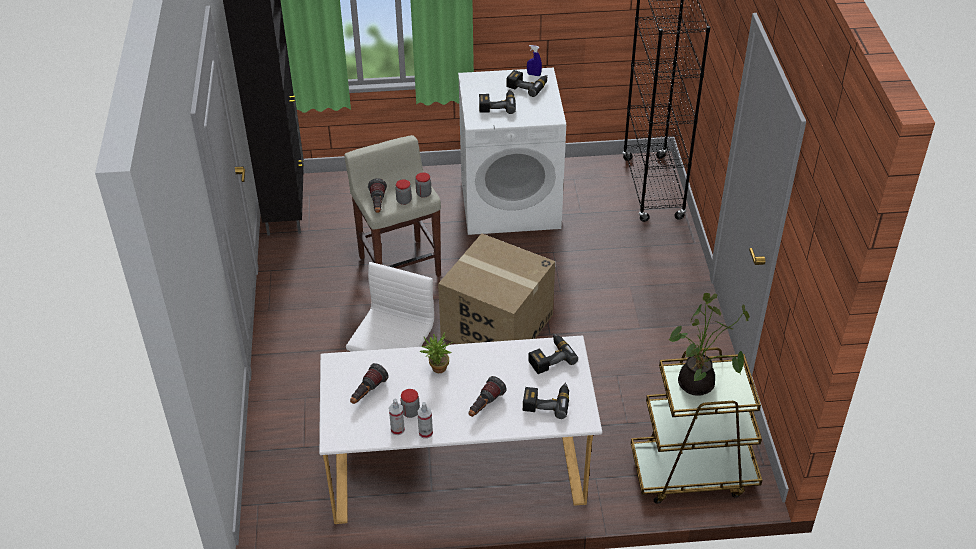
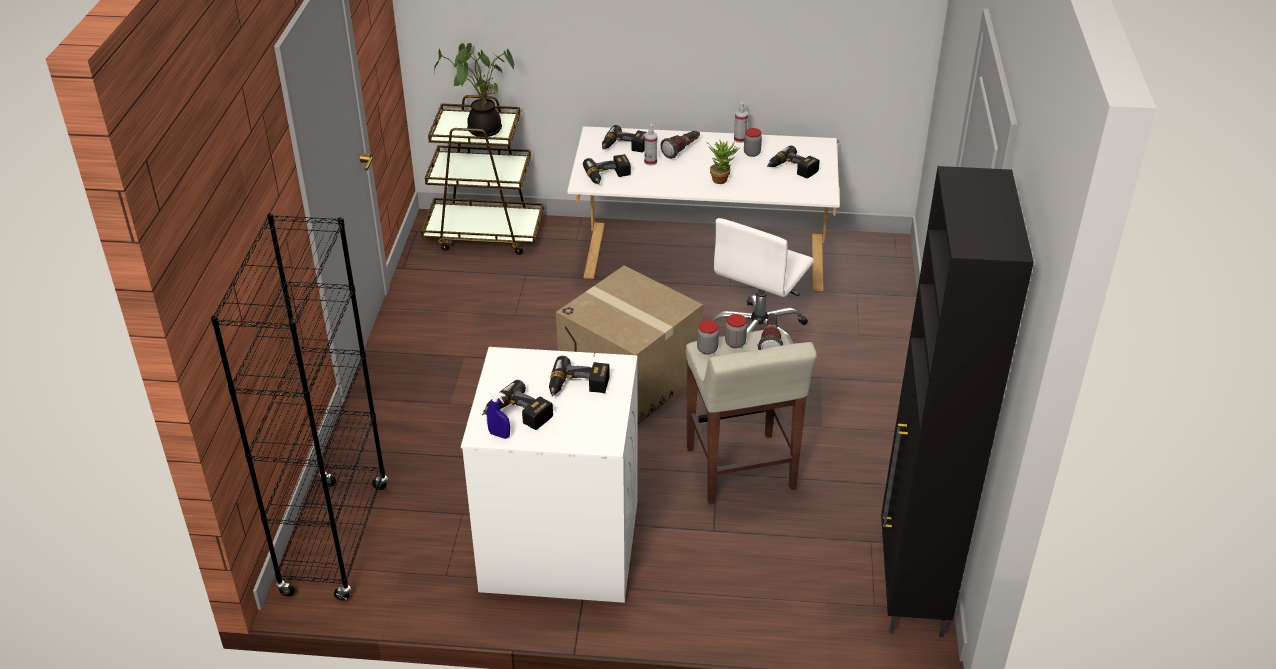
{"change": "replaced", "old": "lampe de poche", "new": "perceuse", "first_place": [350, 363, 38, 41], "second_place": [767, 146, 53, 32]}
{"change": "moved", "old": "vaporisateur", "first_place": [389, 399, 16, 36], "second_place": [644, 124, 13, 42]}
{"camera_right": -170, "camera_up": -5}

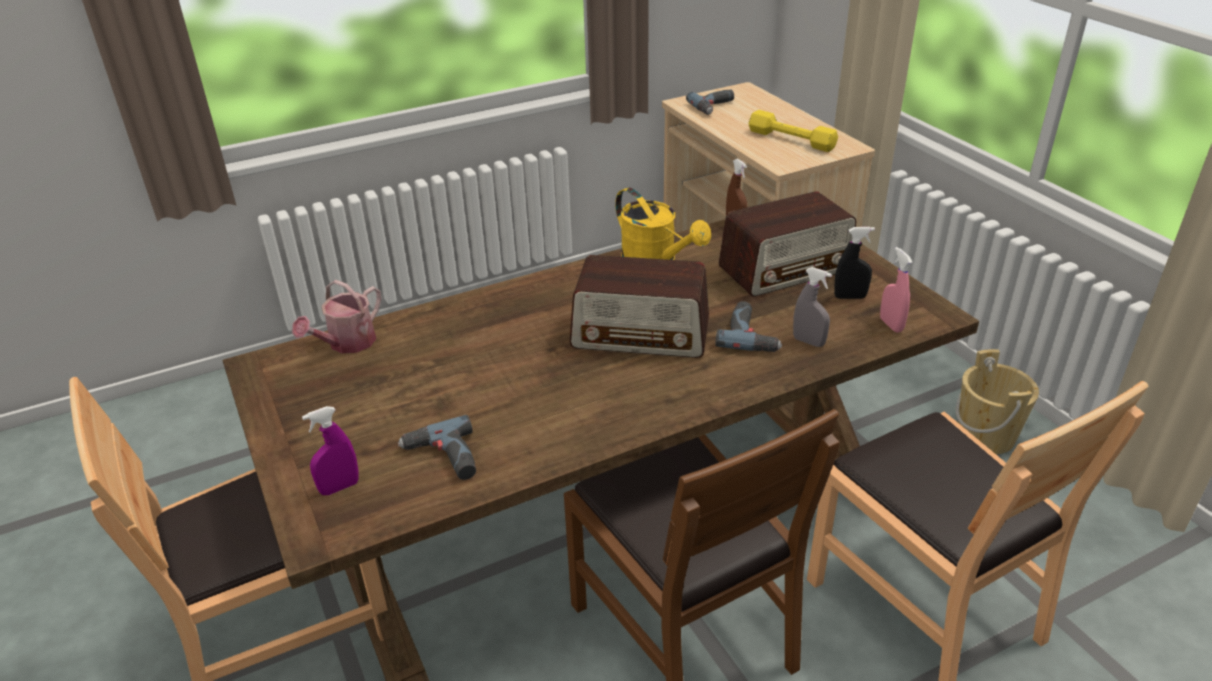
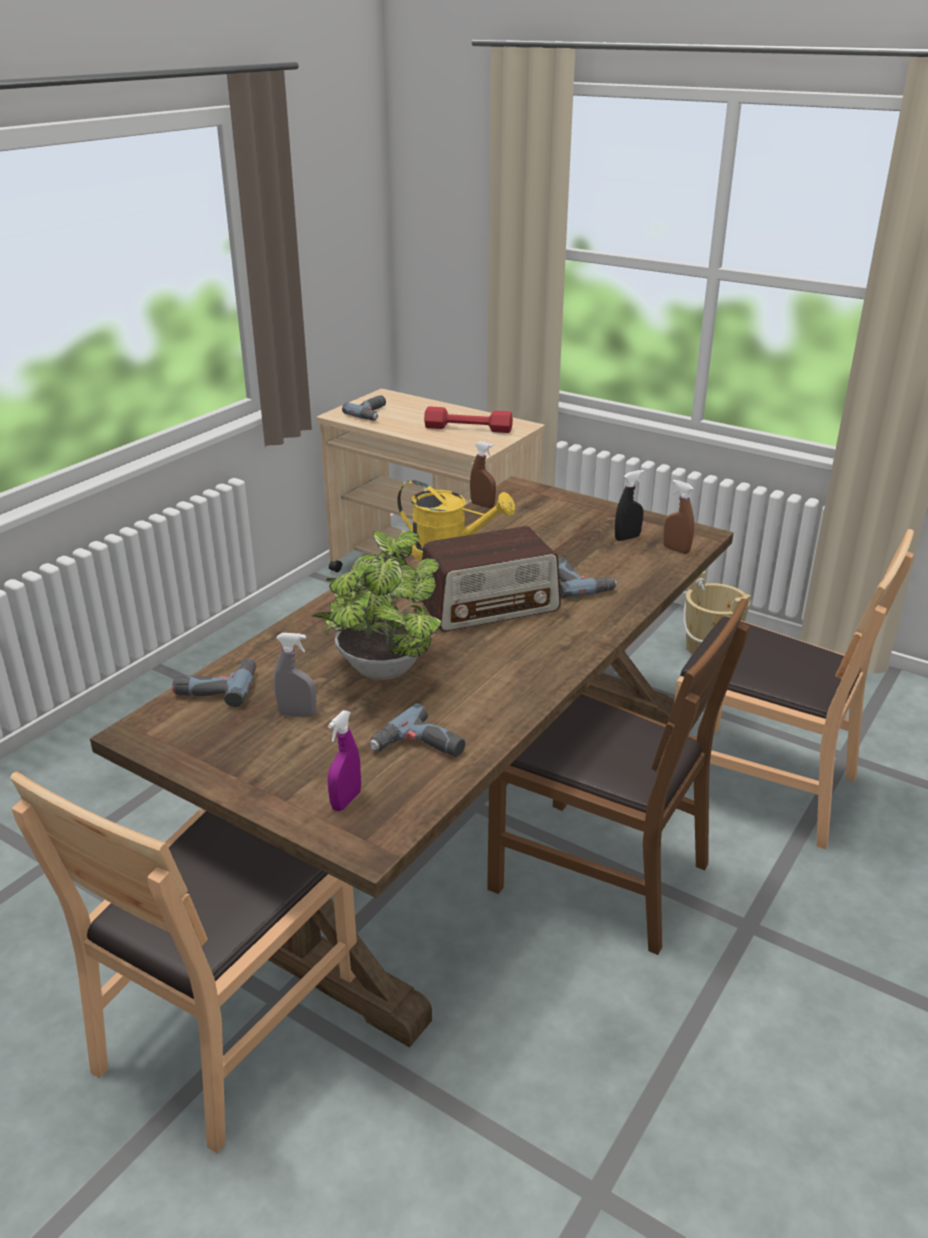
{"change": "replaced", "old": "arrosoir", "new": "perceuse", "first_place": [292, 280, 89, 73], "second_place": [172, 658, 84, 49]}
{"change": "removed", "old": "radio", "first_place": [719, 191, 137, 106]}
{"change": "recoloured", "old": "haltère/jaune", "new": "haltère/rouge", "first_place": [748, 110, 90, 42], "second_place": [424, 406, 89, 27]}
{"change": "moved", "old": "vaporisateur/gris", "first_place": [793, 267, 39, 80], "second_place": [274, 633, 43, 84]}
{"change": "recoloured", "old": "vaporisateur/rose", "new": "vaporisateur/marron", "first_place": [880, 247, 33, 86], "second_place": [664, 480, 30, 74]}
{"change": "added", "new": "plante en pot", "second_place": [312, 531, 129, 149]}
{"camera_right": -30, "camera_up": -5}

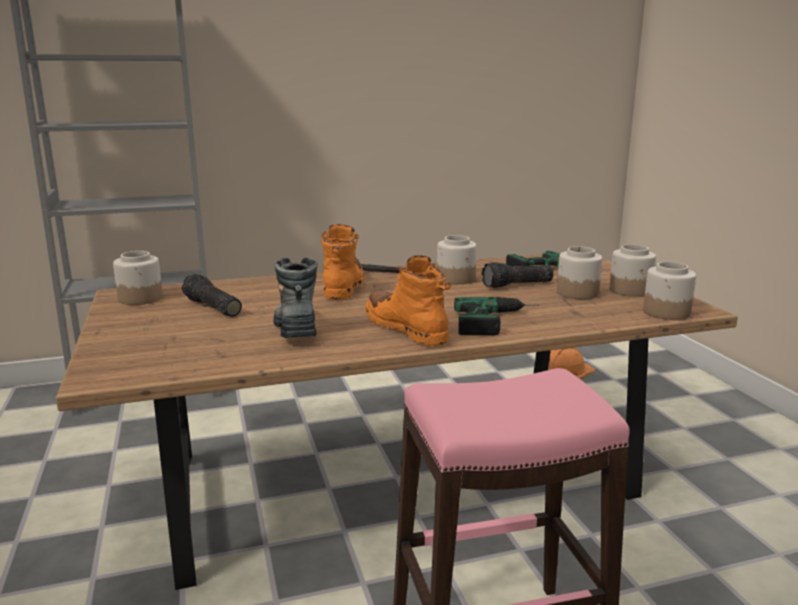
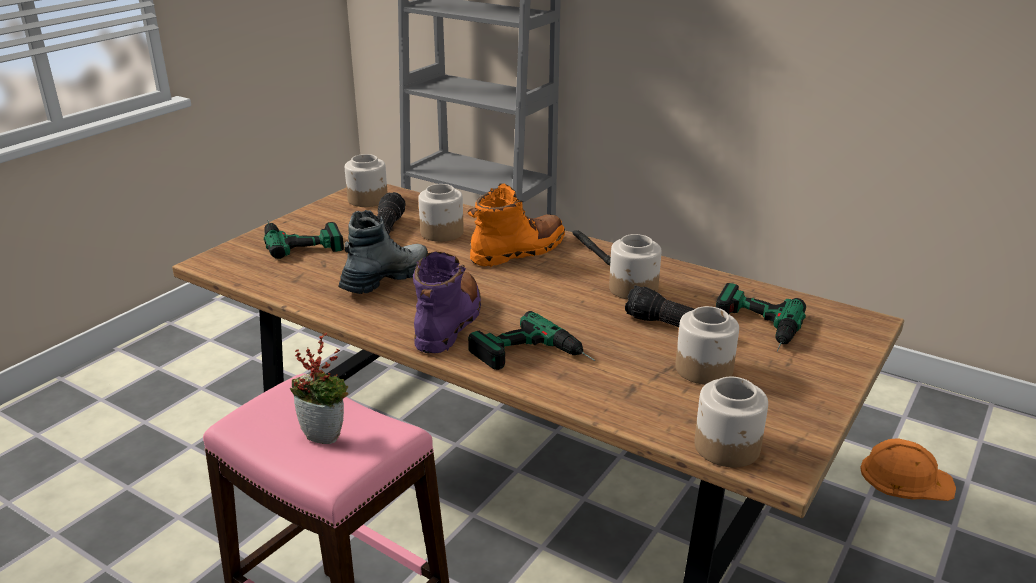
{"change": "recoloured", "old": "botte/orange", "new": "botte/violet", "first_place": [366, 255, 86, 91], "second_place": [413, 252, 68, 101]}
{"change": "moved", "old": "bocal", "first_place": [609, 244, 47, 53], "second_place": [418, 184, 46, 58]}
{"change": "added", "new": "perceuse", "second_place": [264, 220, 80, 39]}
{"change": "added", "new": "plante en pot", "second_place": [290, 332, 58, 112]}
{"camera_right": 50, "camera_up": 10}

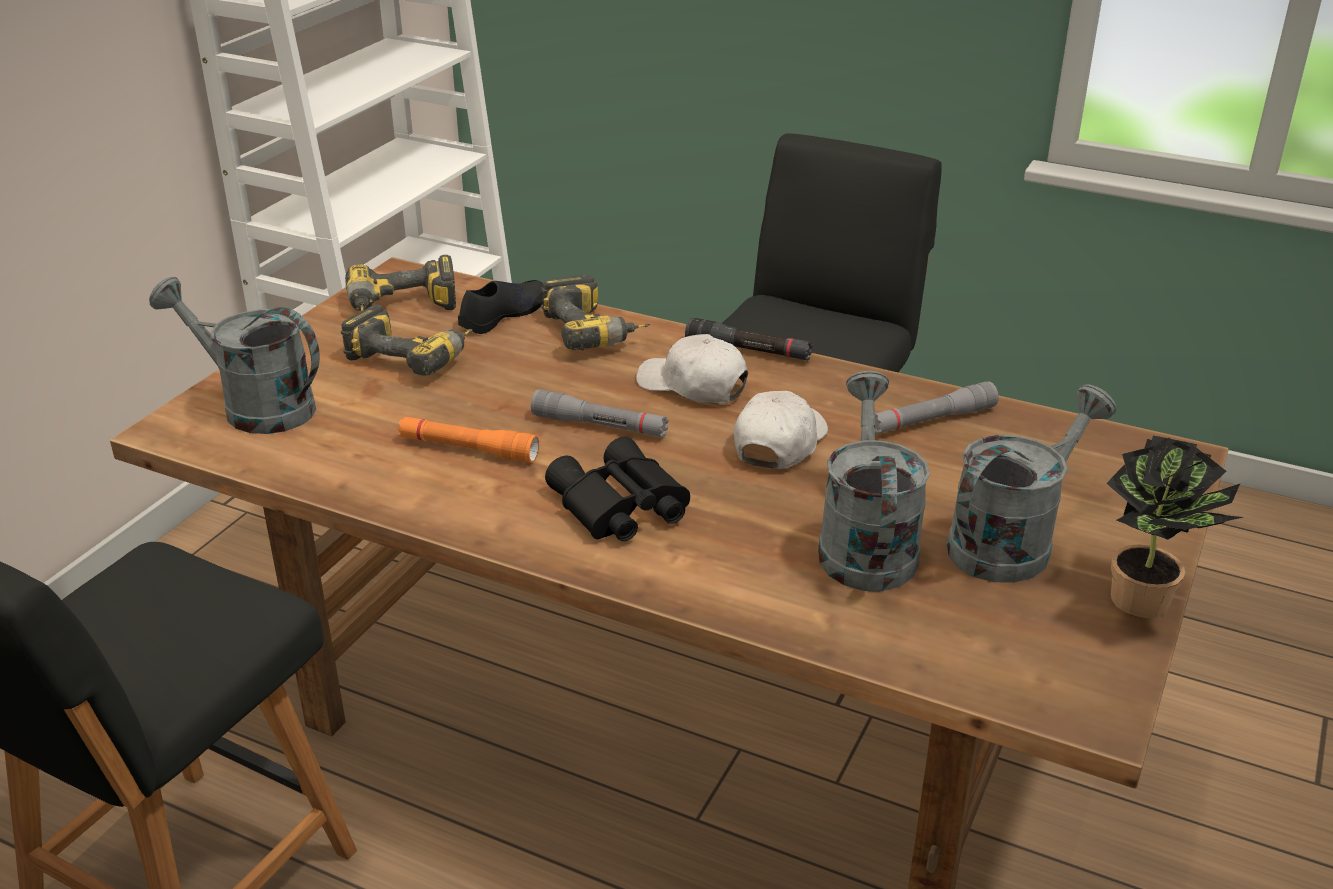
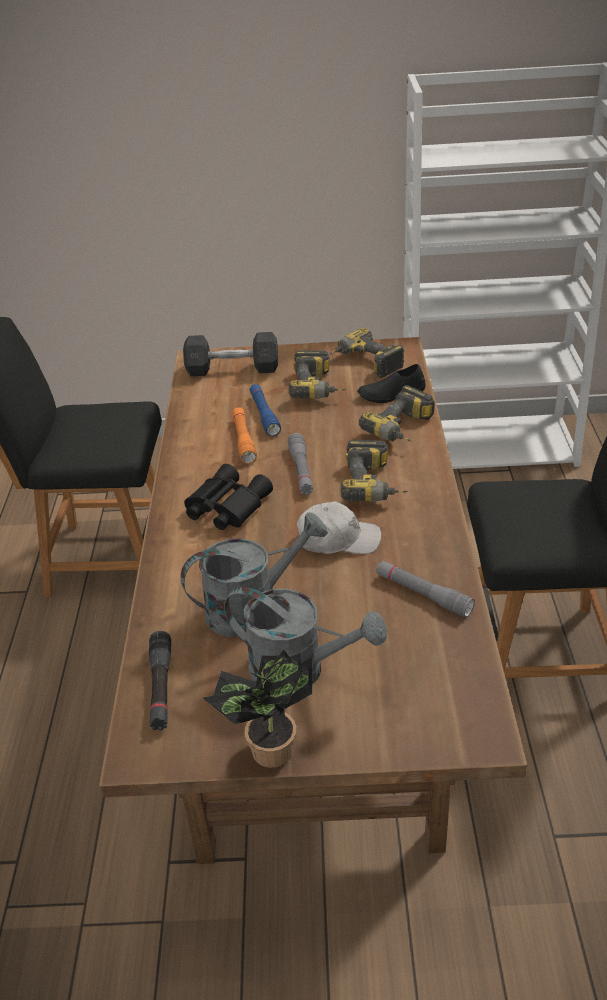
{"change": "replaced", "old": "arrosoir/gris", "new": "haltère/gris", "first_place": [149, 277, 171, 157], "second_place": [183, 332, 95, 44]}
{"change": "turned", "old": "chaussure/noir", "first_place": [458, 280, 85, 54], "second_place": [357, 364, 68, 39], "degrees": 150}
{"change": "replaced", "old": "casquette/blanc", "new": "perceuse", "first_place": [636, 334, 112, 70], "second_place": [341, 440, 67, 62]}
{"change": "moved", "old": "lampe de poche/noir", "first_place": [685, 318, 128, 42], "second_place": [149, 631, 22, 100]}
{"change": "added", "new": "lampe de poche/bleu", "second_place": [250, 384, 31, 52]}
{"camera_right": 65, "camera_up": 5}

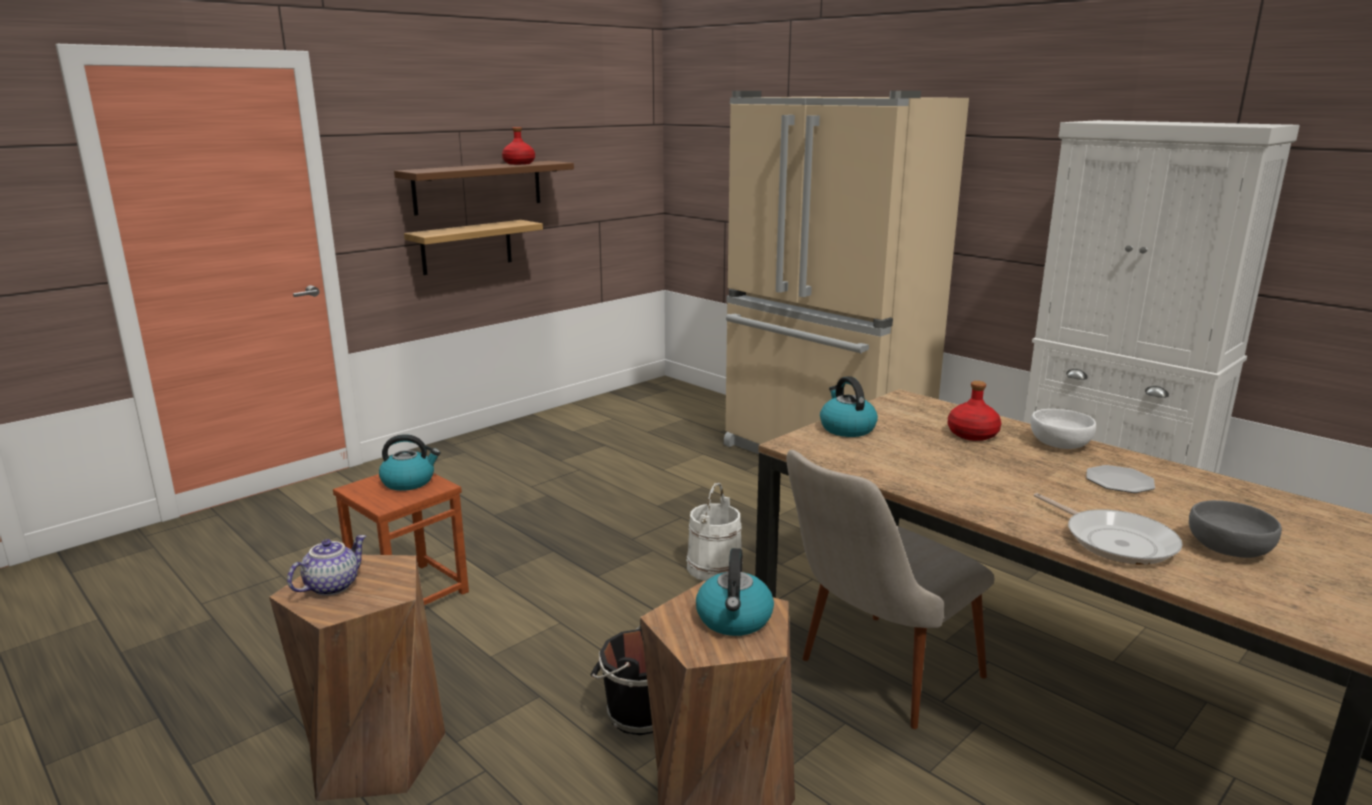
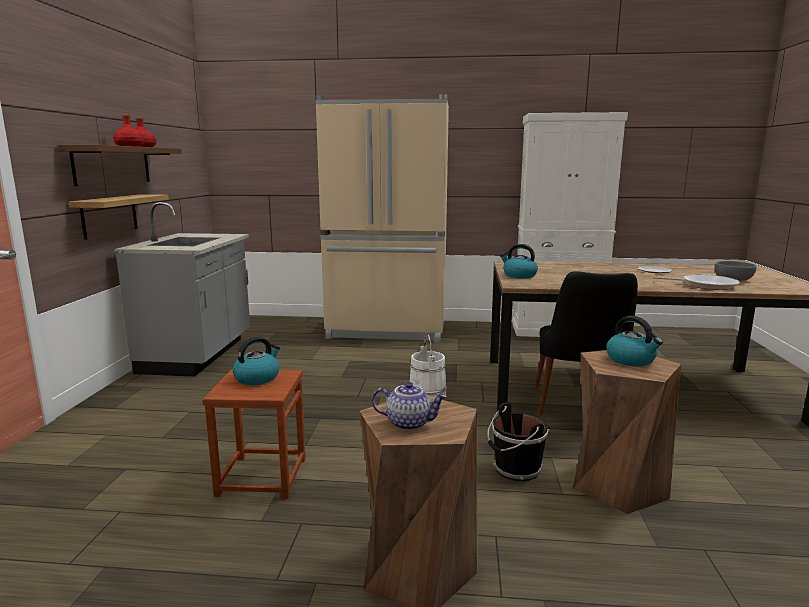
{"change": "turned", "old": "théière", "first_place": [287, 535, 79, 61], "second_place": [372, 382, 75, 49], "degrees": 105}
{"change": "recoloured", "old": "chaise/beige", "new": "chaise/noir", "first_place": [786, 450, 208, 279], "second_place": [535, 271, 103, 144]}
{"change": "moved", "old": "bouteille/rouge", "first_place": [948, 381, 53, 60], "second_place": [113, 115, 31, 32]}
{"change": "removed", "old": "bol/blanc", "first_place": [1031, 409, 65, 40]}
{"change": "added", "new": "comptoir de cuisine/gris", "second_place": [114, 202, 136, 175]}
{"camera_right": -40, "camera_up": -5}

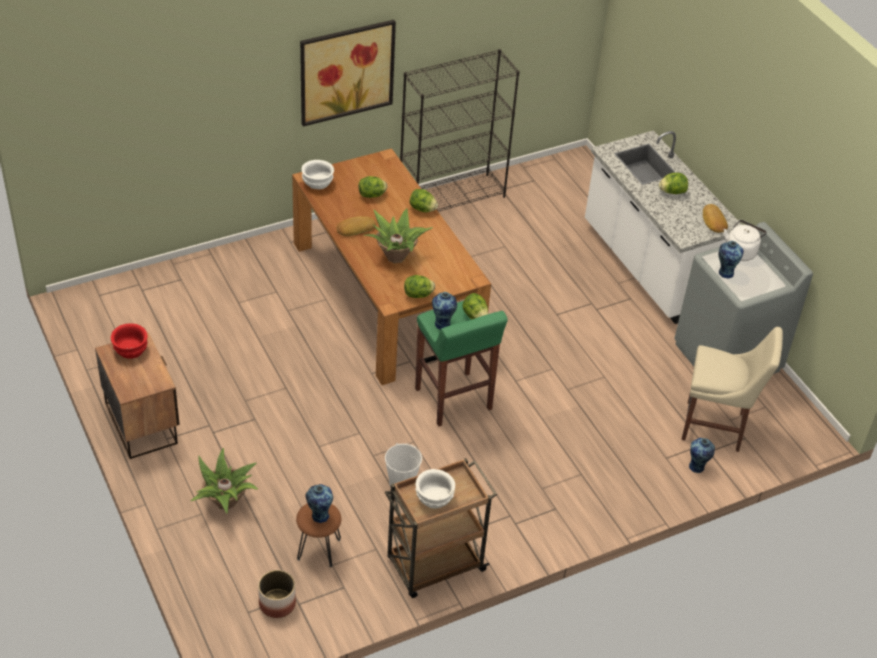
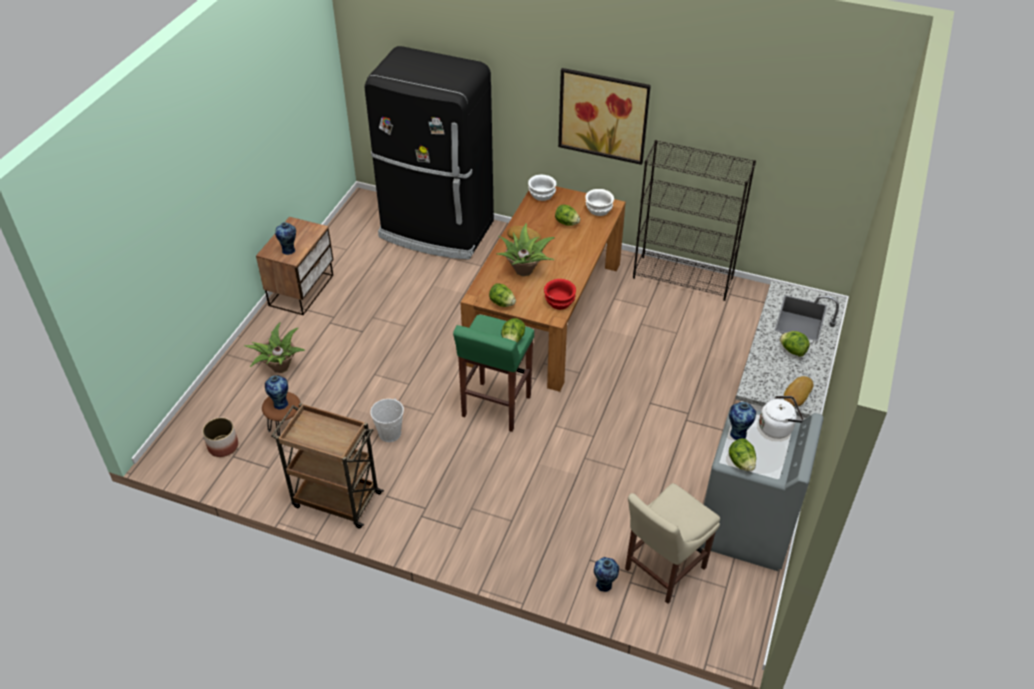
{"change": "moved", "old": "bol/rouge", "first_place": [111, 324, 37, 35], "second_place": [544, 279, 32, 31]}
{"change": "moved", "old": "laitue", "first_place": [410, 189, 28, 23], "second_place": [729, 438, 27, 33]}
{"change": "moved", "old": "bol/blanc", "first_place": [415, 469, 40, 40], "second_place": [585, 189, 29, 27]}
{"change": "moved", "old": "vase", "first_place": [432, 292, 25, 38], "second_place": [275, 222, 21, 33]}
{"change": "turned", "old": "chaise/beige", "first_place": [681, 327, 102, 125], "second_place": [625, 483, 95, 121], "degrees": 75}
{"change": "added", "new": "réfrigérateur/noir", "second_place": [364, 46, 130, 214]}
{"camera_right": 50, "camera_up": 0}

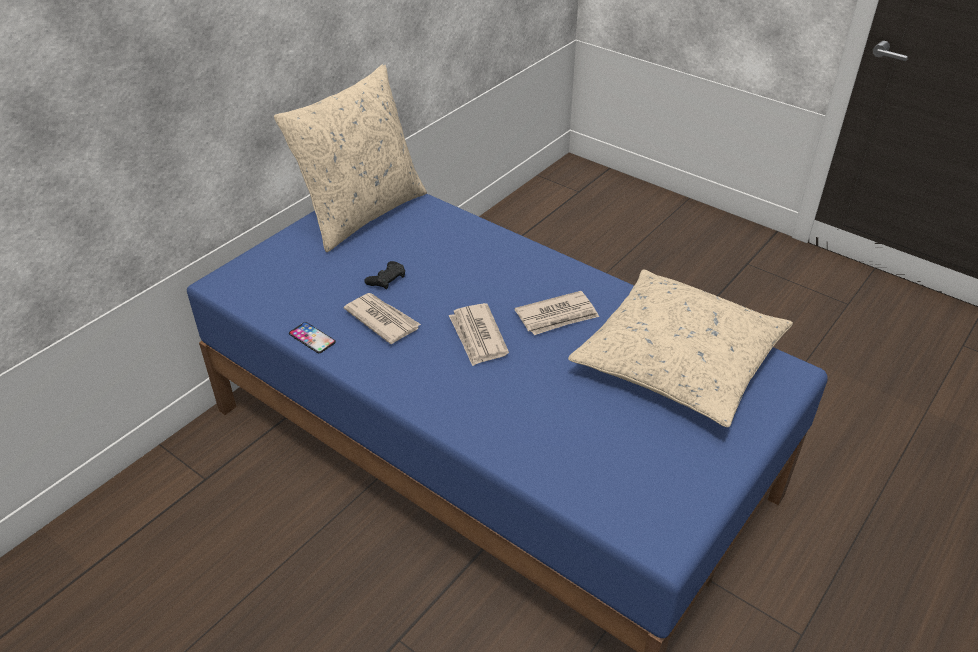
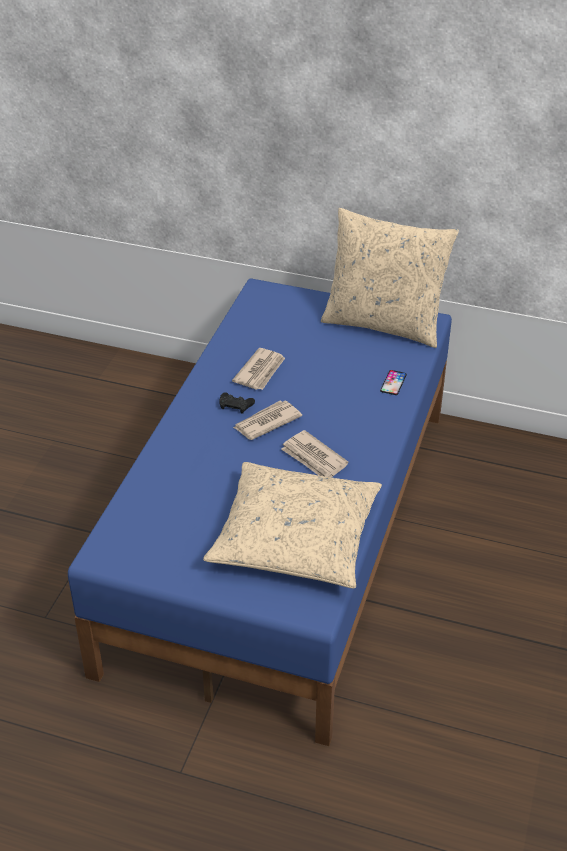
{"change": "moved", "old": "téléphone", "first_place": [289, 322, 47, 31], "second_place": [380, 370, 27, 25]}
{"change": "moved", "old": "manette/noir", "first_place": [364, 261, 41, 29], "second_place": [219, 392, 36, 22]}
{"camera_right": 70, "camera_up": 0}

